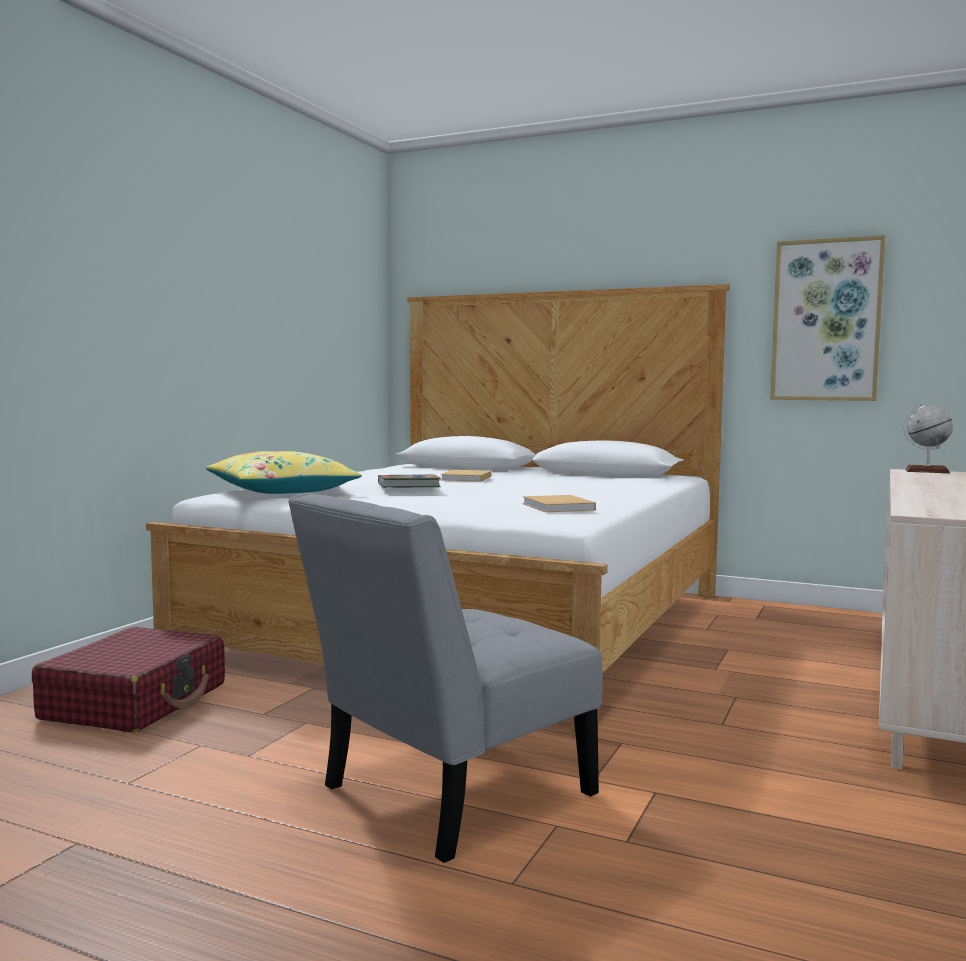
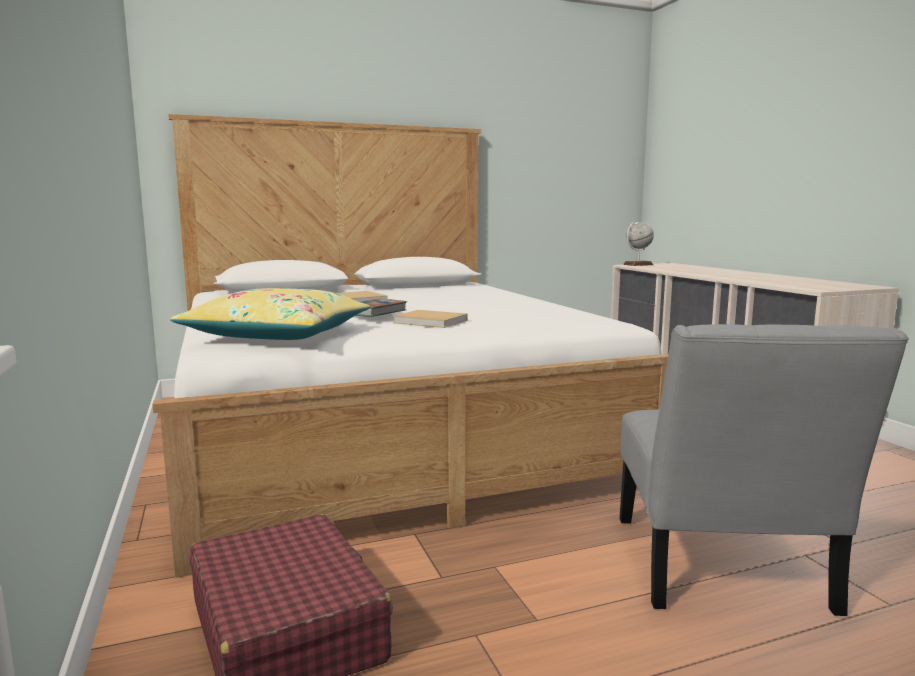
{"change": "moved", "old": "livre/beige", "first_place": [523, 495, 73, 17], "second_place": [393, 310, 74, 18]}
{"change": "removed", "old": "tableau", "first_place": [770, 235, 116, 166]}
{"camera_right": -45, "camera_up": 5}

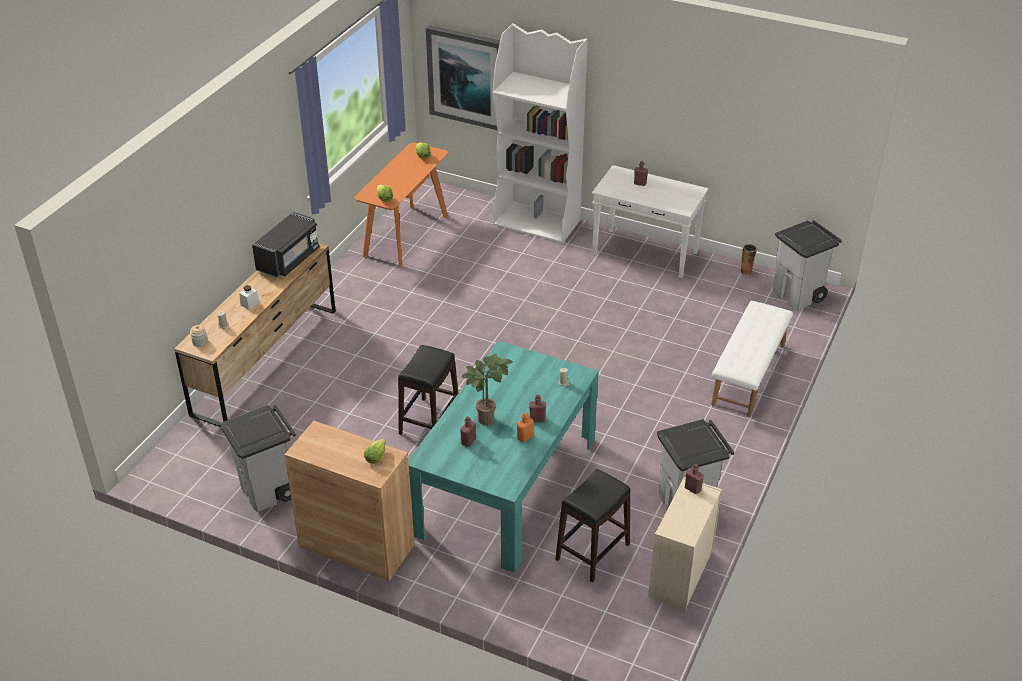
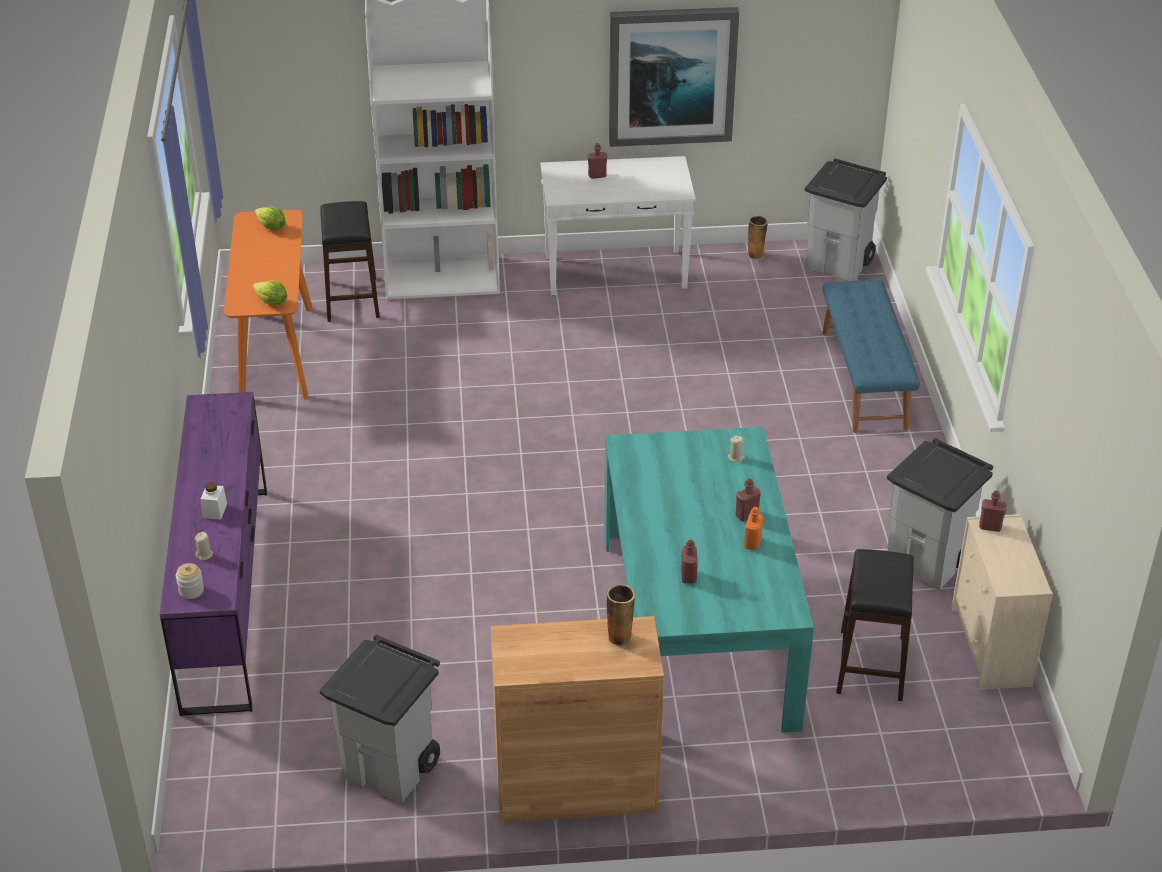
{"change": "recoloured", "old": "commode/marron", "new": "commode/violet", "first_place": [174, 243, 162, 184], "second_place": [160, 392, 107, 324]}
{"change": "removed", "old": "micro-ondes/noir", "first_place": [252, 212, 68, 66]}
{"change": "replaced", "old": "laitue", "new": "vase", "first_place": [364, 439, 21, 25], "second_place": [607, 584, 28, 63]}
{"change": "moved", "old": "tabouret/noir", "first_place": [398, 345, 60, 90], "second_place": [320, 201, 60, 121]}
{"change": "moved", "old": "tableau", "first_place": [426, 25, 74, 105], "second_place": [609, 7, 130, 140]}
{"change": "removed", "old": "plante en pot", "first_place": [461, 353, 52, 72]}
{"change": "recoloured", "old": "banc/blanc", "new": "banc/bleu", "first_place": [711, 301, 82, 116], "second_place": [822, 280, 98, 153]}
{"camera_right": -30, "camera_up": 0}

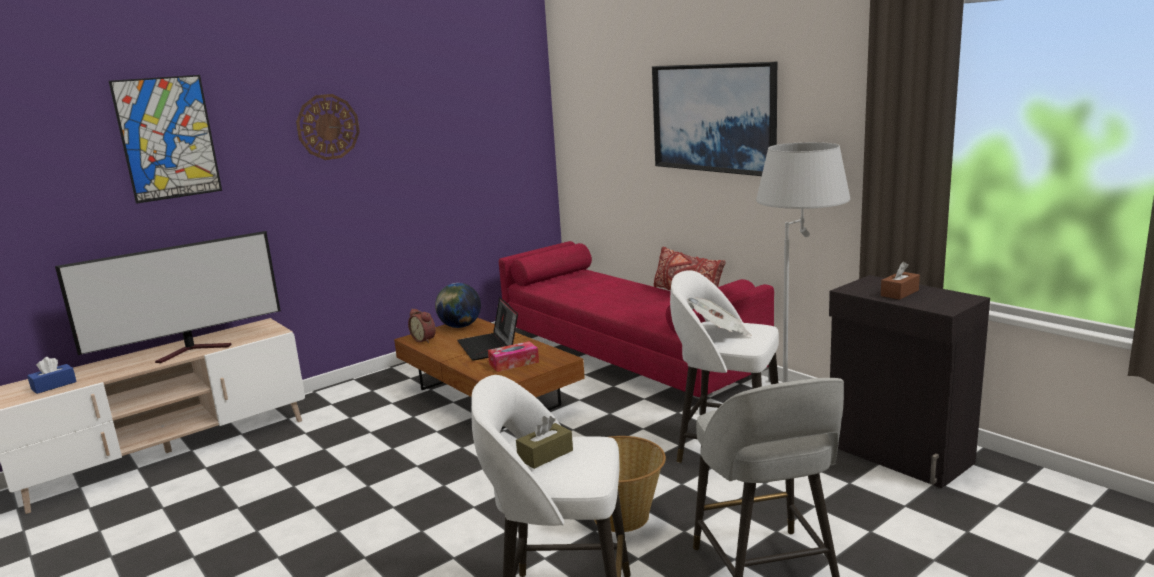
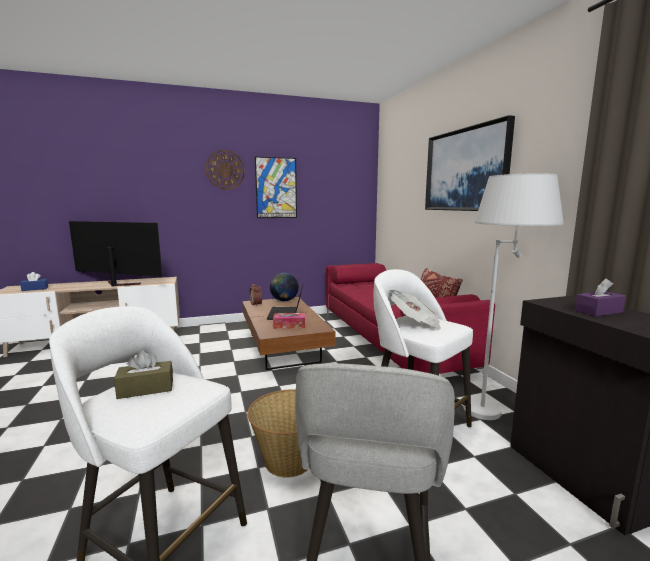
{"change": "turned", "old": "téléviseur", "first_place": [55, 231, 226, 132], "second_place": [69, 221, 93, 65], "degrees": -150}
{"change": "moved", "old": "tableau", "first_place": [109, 75, 113, 129], "second_place": [255, 157, 42, 61]}
{"change": "recoloured", "old": "boîte à mouchoirs/marron", "new": "boîte à mouchoirs/violet", "first_place": [881, 262, 39, 38], "second_place": [575, 278, 51, 39]}
{"camera_right": 20, "camera_up": -5}

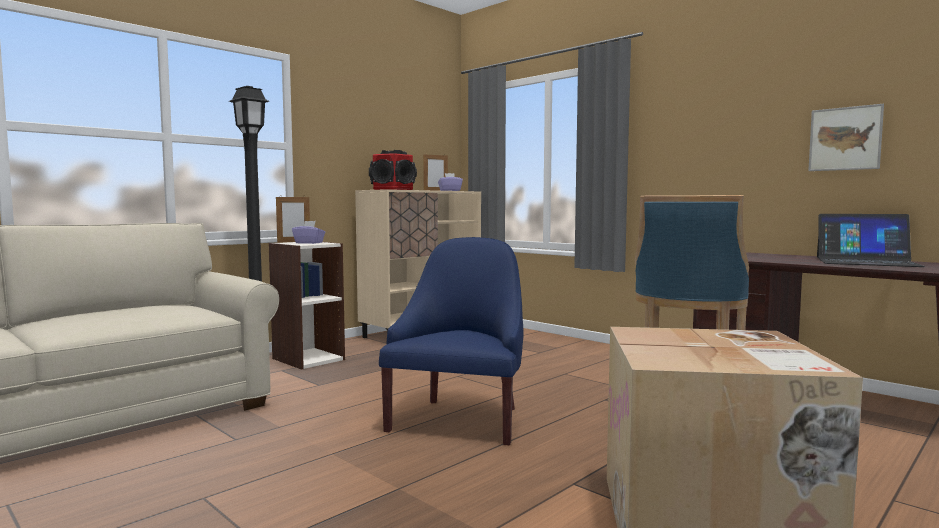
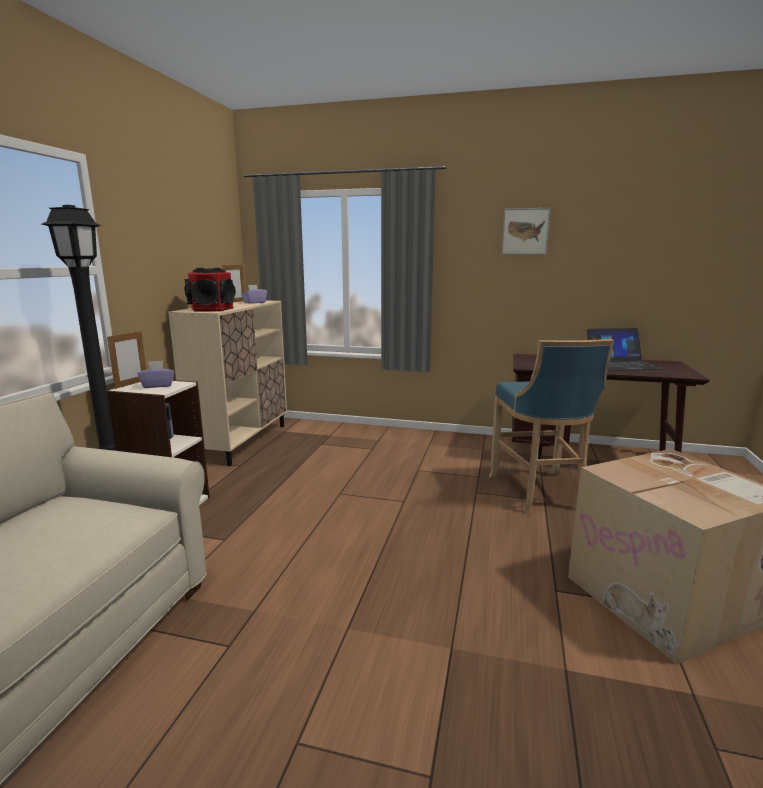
{"change": "removed", "old": "fauteuil/bleu", "first_place": [379, 237, 145, 208]}
{"change": "moved", "old": "tableau", "first_place": [808, 104, 76, 67], "second_place": [502, 208, 49, 46]}
{"camera_right": -30, "camera_up": 10}

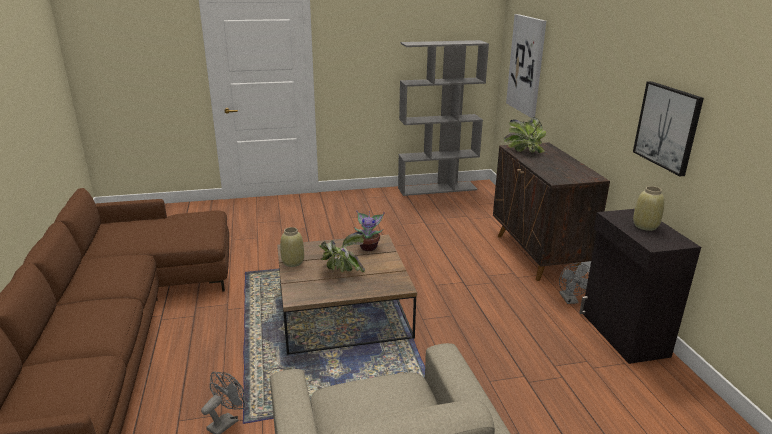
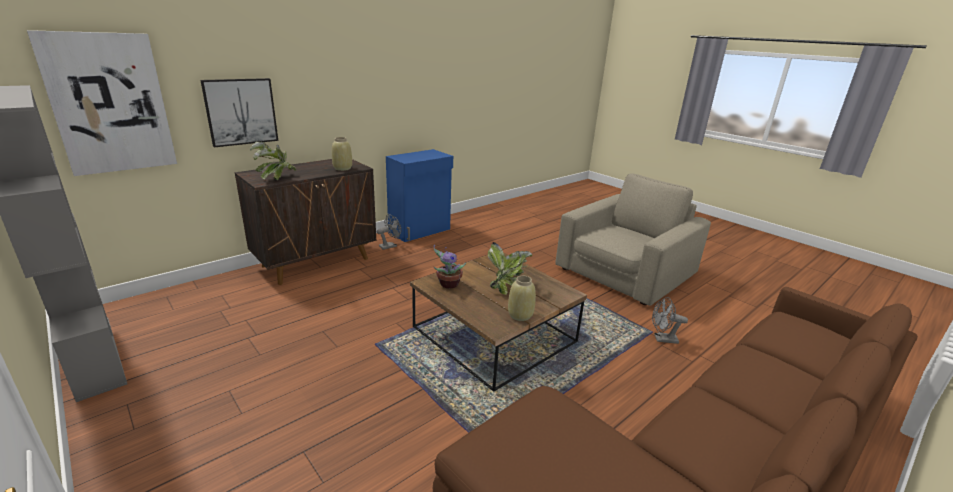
{"change": "recoloured", "old": "meuble de rangement/noir", "new": "meuble de rangement/bleu", "first_place": [579, 209, 122, 155], "second_place": [386, 149, 67, 93]}
{"change": "moved", "old": "tableau", "first_place": [633, 81, 71, 95], "second_place": [200, 78, 78, 69]}
{"change": "moved", "old": "vase/beige", "first_place": [633, 186, 31, 45], "second_place": [332, 137, 20, 34]}
{"camera_right": -120, "camera_up": 0}

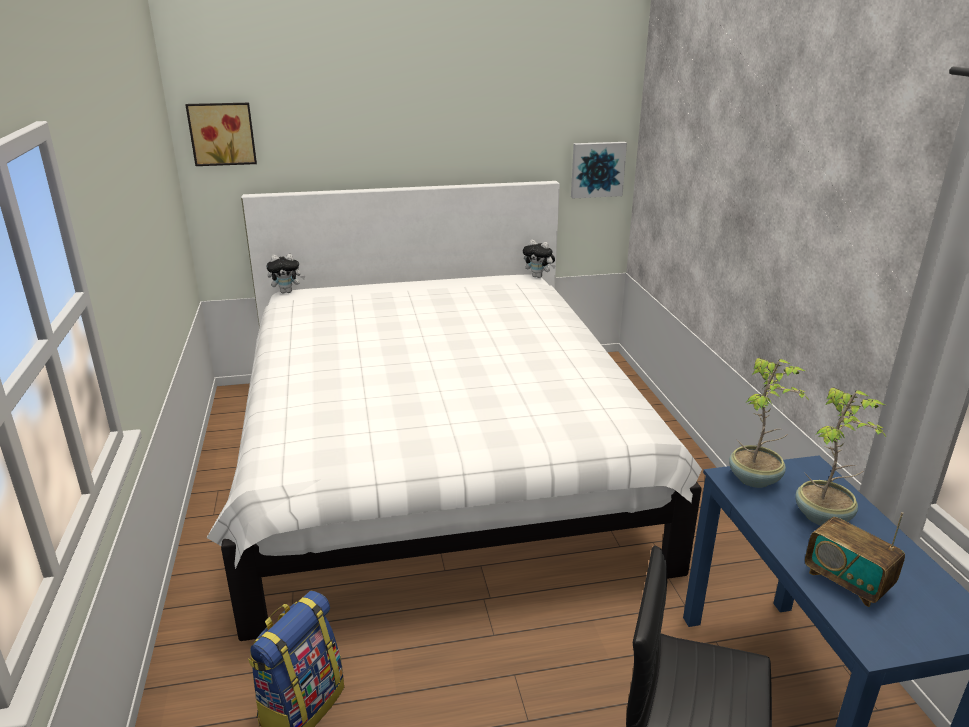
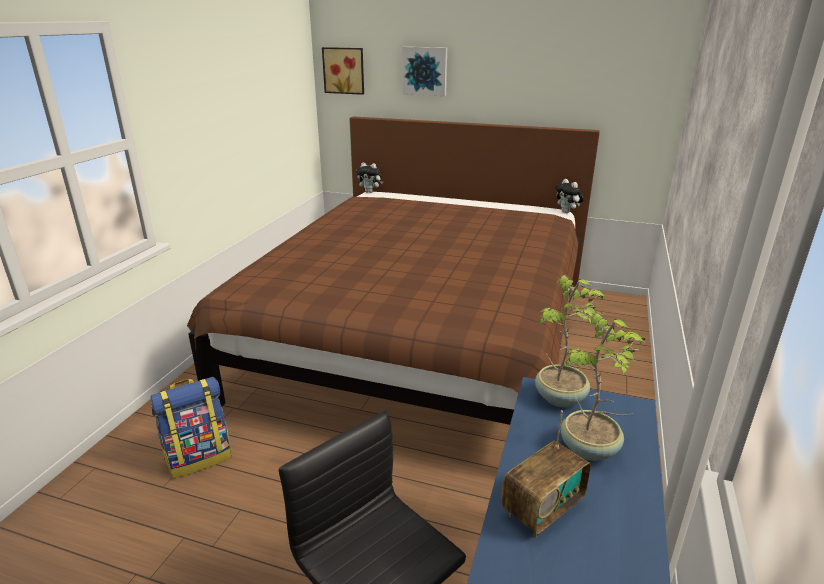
{"change": "recoloured", "old": "lit/blanc", "new": "lit/marron", "first_place": [207, 181, 495, 460], "second_place": [187, 116, 413, 309]}
{"change": "moved", "old": "tableau", "first_place": [571, 142, 56, 56], "second_place": [402, 47, 45, 49]}
{"change": "turned", "old": "radio", "first_place": [805, 512, 100, 95], "second_place": [501, 410, 90, 128], "degrees": -120}
{"camera_right": 30, "camera_up": 0}

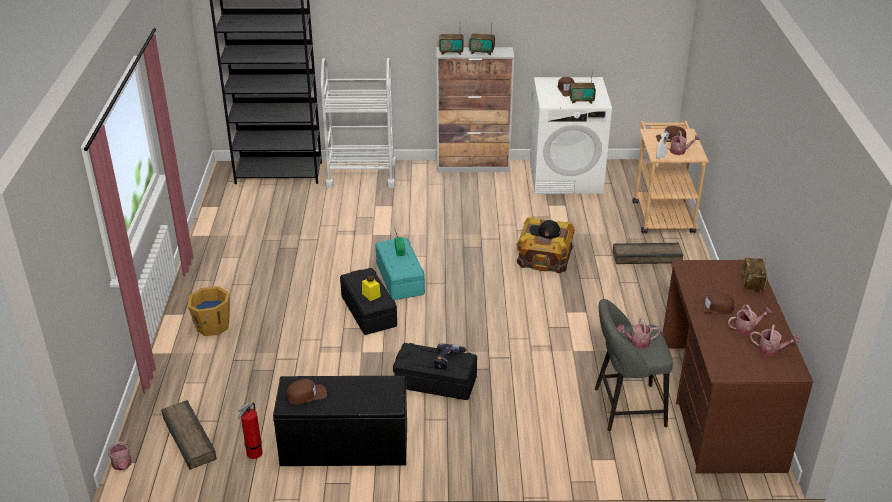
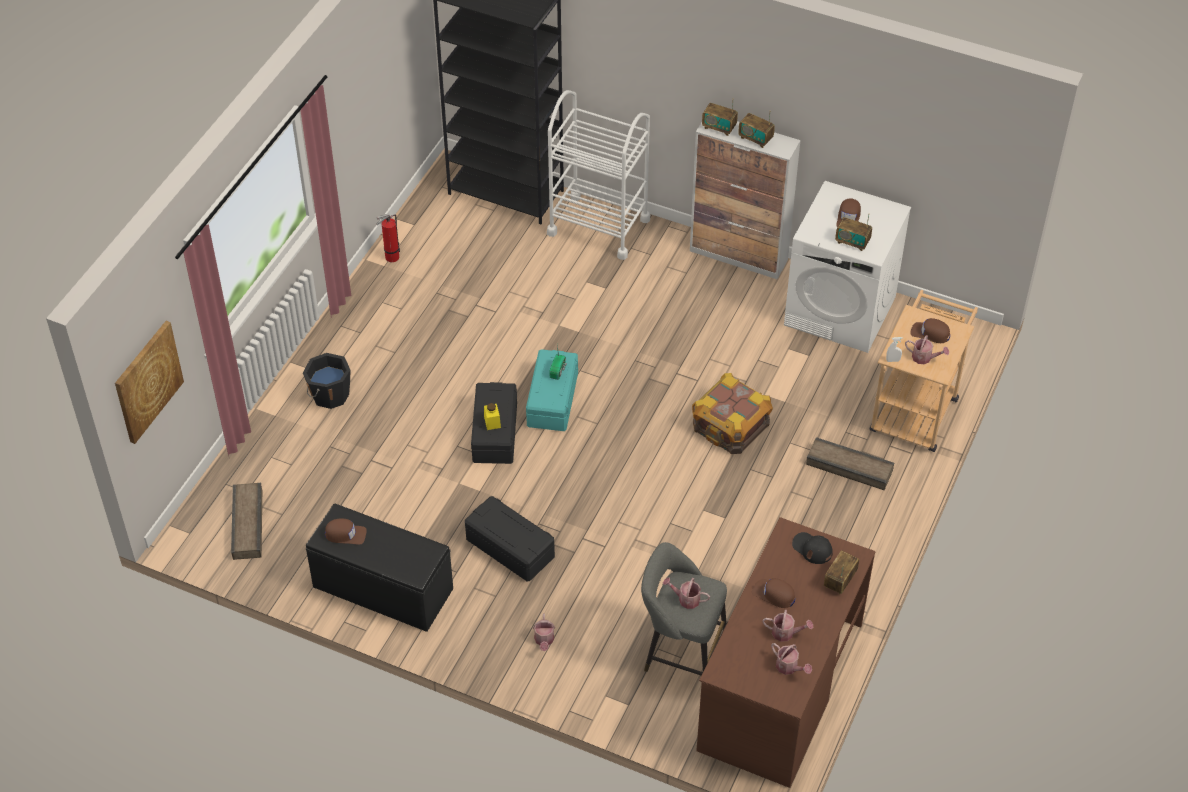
{"change": "moved", "old": "arrosoir", "first_place": [108, 440, 24, 30], "second_place": [533, 613, 22, 38]}
{"change": "recoloured", "old": "seau/orange", "new": "seau/noir", "first_place": [188, 286, 42, 50], "second_place": [303, 353, 47, 56]}
{"change": "moved", "old": "extincteur", "first_place": [238, 403, 25, 56], "second_place": [376, 214, 24, 48]}
{"change": "removed", "old": "perceuse", "first_place": [433, 344, 34, 26]}
{"change": "moved", "old": "casquette/noir", "first_place": [529, 220, 32, 19], "second_place": [792, 532, 41, 32]}
{"change": "added", "new": "tableau", "second_place": [115, 321, 69, 123]}
{"camera_right": 25, "camera_up": 15}

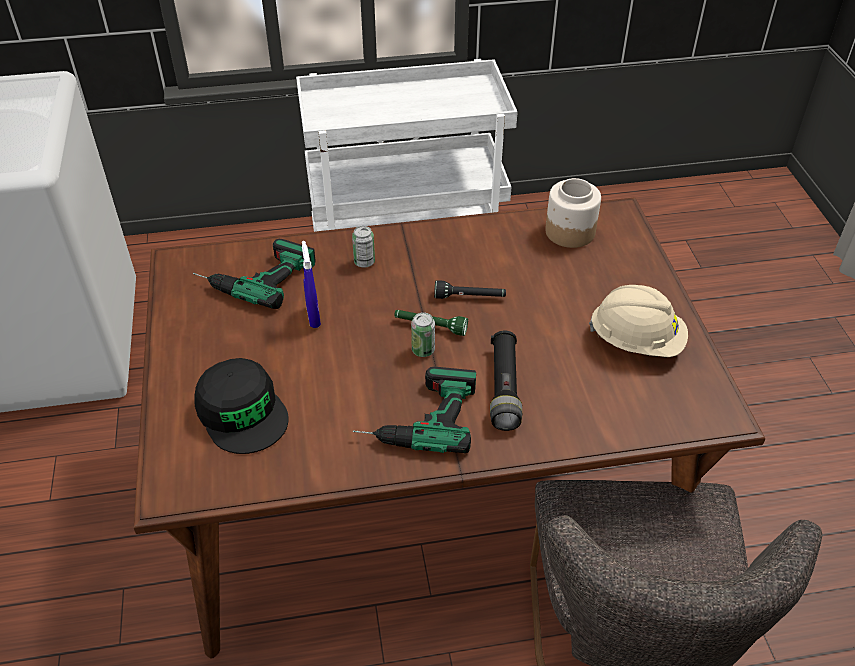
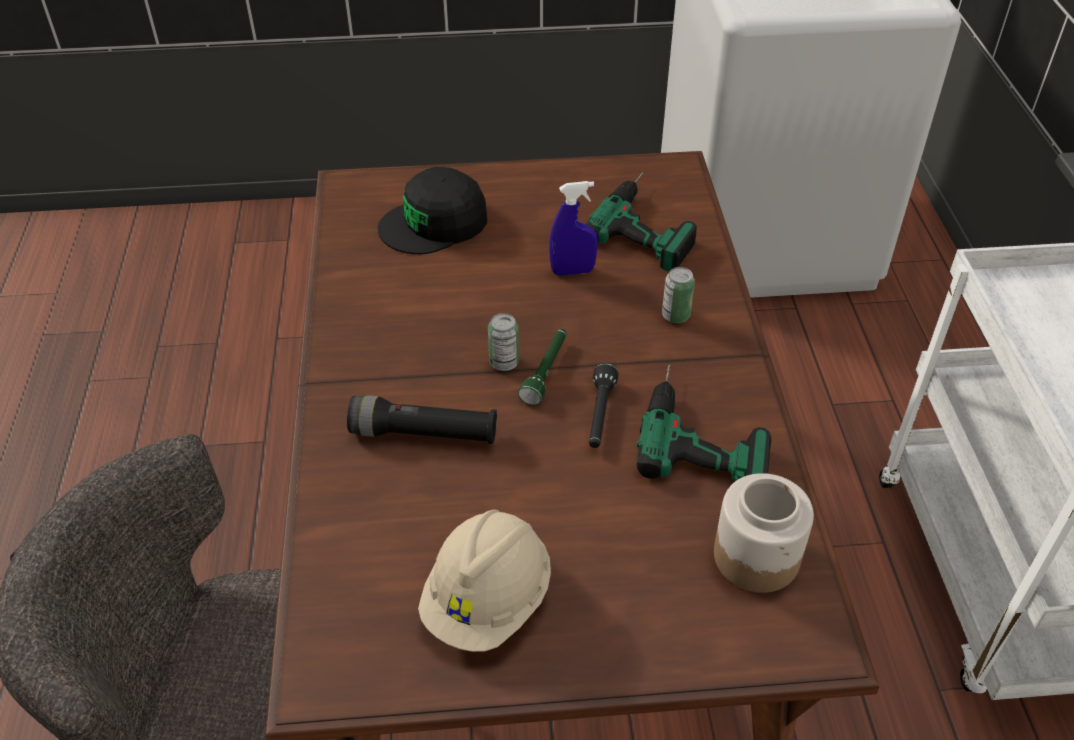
{"change": "moved", "old": "perceuse", "first_place": [353, 367, 123, 86], "second_place": [636, 365, 135, 116]}
{"camera_right": 95, "camera_up": 0}

